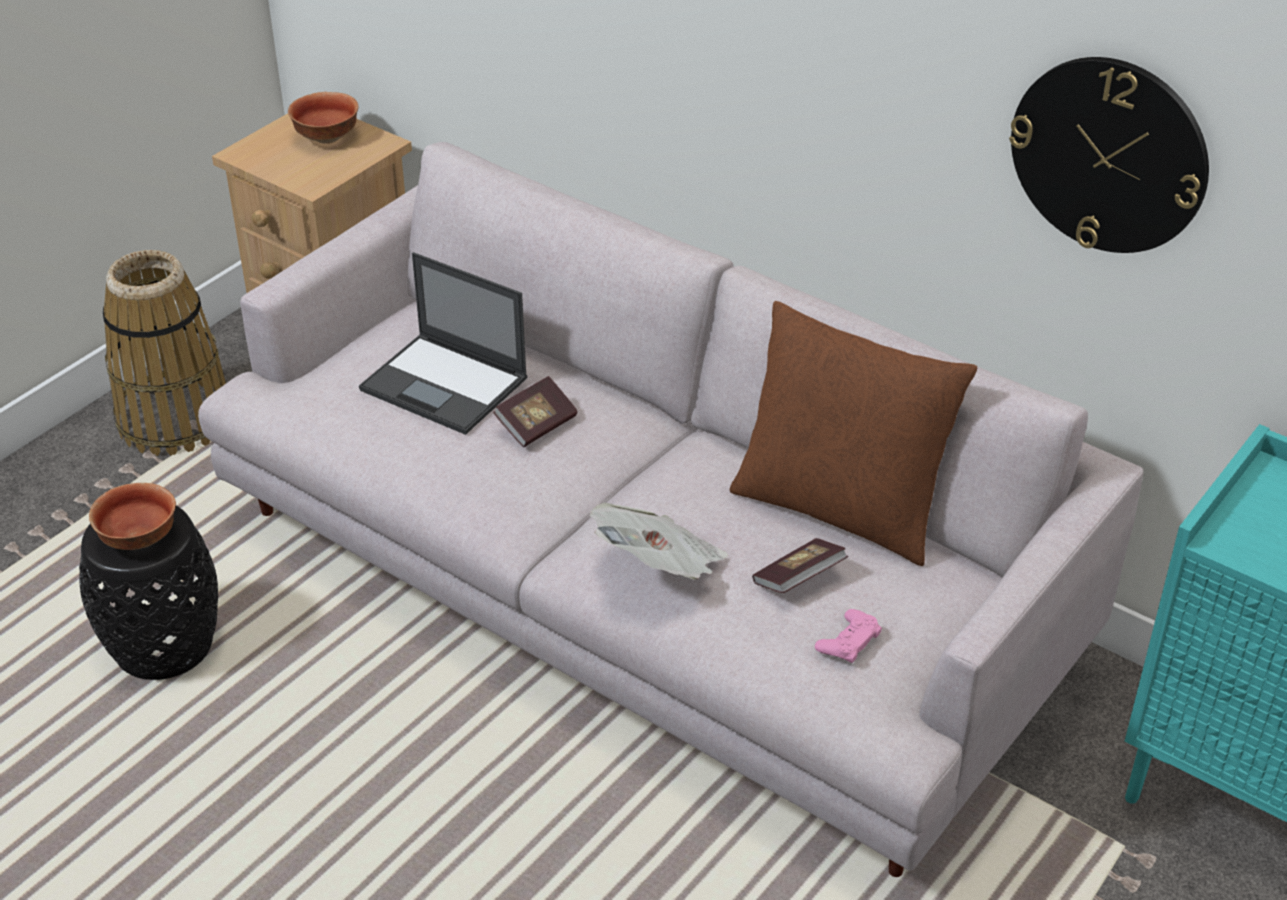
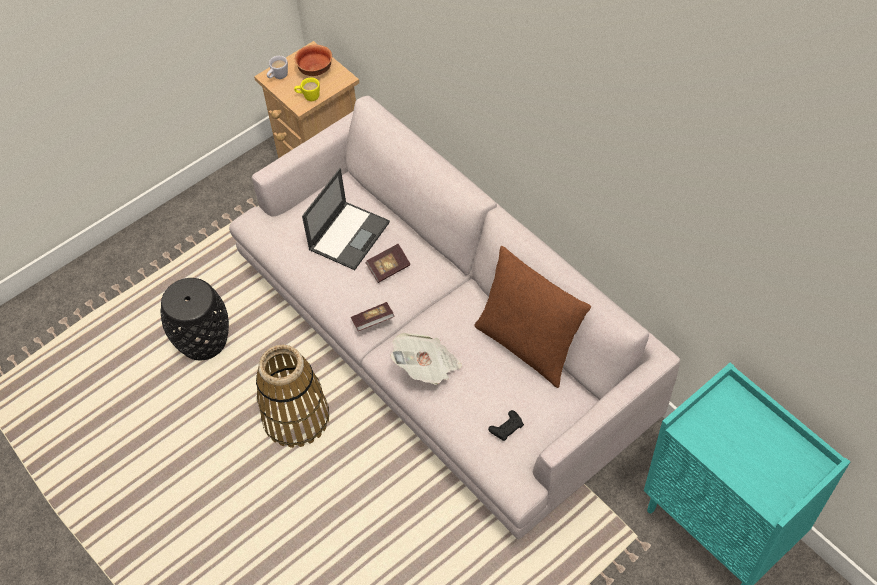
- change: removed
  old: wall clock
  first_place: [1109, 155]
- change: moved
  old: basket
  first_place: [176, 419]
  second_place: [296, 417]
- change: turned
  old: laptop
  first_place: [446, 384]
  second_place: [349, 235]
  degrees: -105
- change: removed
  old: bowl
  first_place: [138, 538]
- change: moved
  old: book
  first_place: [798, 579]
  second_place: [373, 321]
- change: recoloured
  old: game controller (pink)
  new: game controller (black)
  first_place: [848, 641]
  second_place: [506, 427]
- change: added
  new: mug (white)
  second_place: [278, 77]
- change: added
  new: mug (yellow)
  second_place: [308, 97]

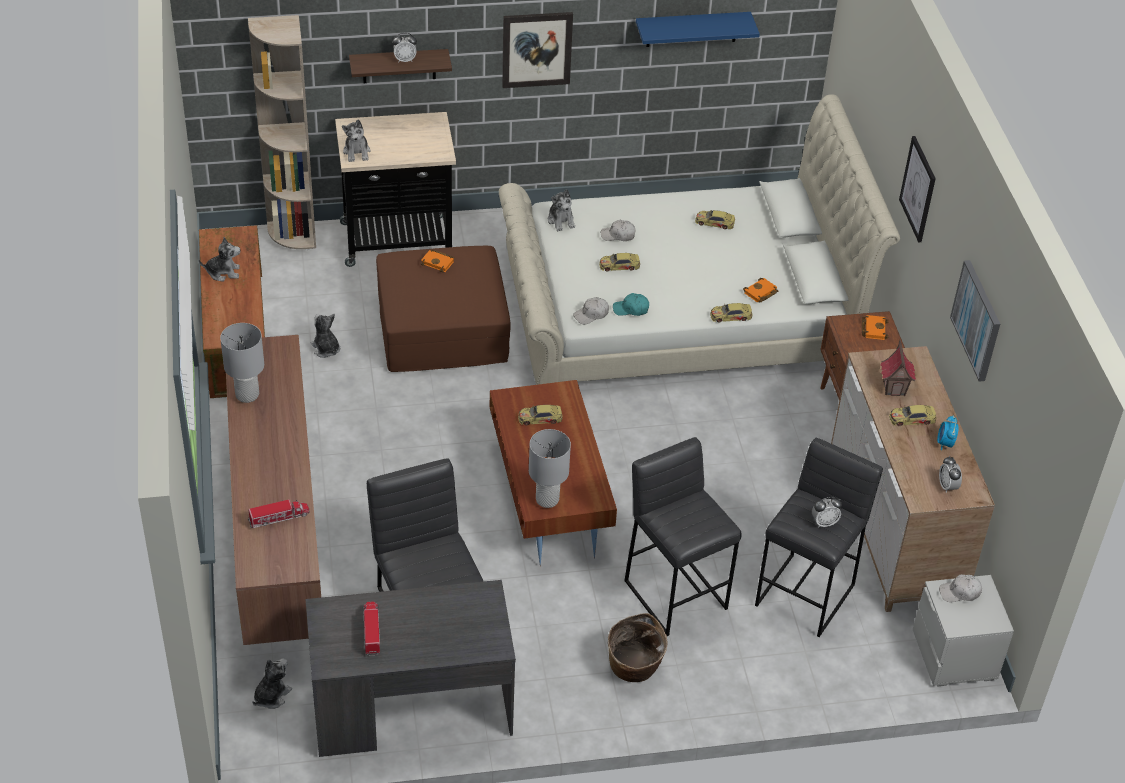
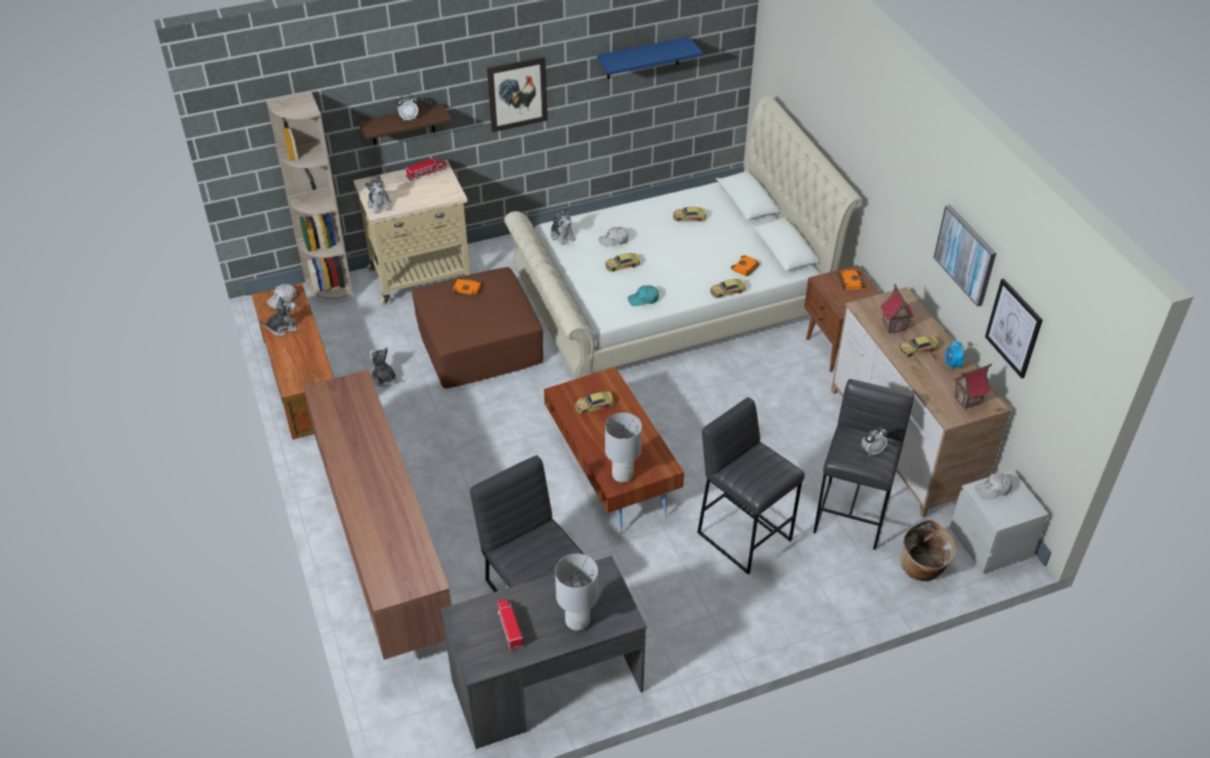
- change: recoloured
  old: cart (black)
  new: cart (beige)
  first_place: [397, 240]
  second_place: [420, 277]
- change: moved
  old: picture
  first_place: [918, 189]
  second_place: [1014, 328]
- change: moved
  old: cap (white)
  first_place: [591, 315]
  second_place: [282, 299]
- change: moved
  old: table lamp (grey)
  first_place: [248, 397]
  second_place: [578, 622]
- change: replaced
  old: alarm clock
  new: toy house
  first_place: [947, 486]
  second_place: [967, 401]
- change: moved
  old: toy truck
  first_place: [278, 518]
  second_place: [427, 173]
- change: moved
  old: basket
  first_place: [634, 669]
  second_place: [922, 569]
- change: removed
  old: plush toy
  first_place: [271, 695]

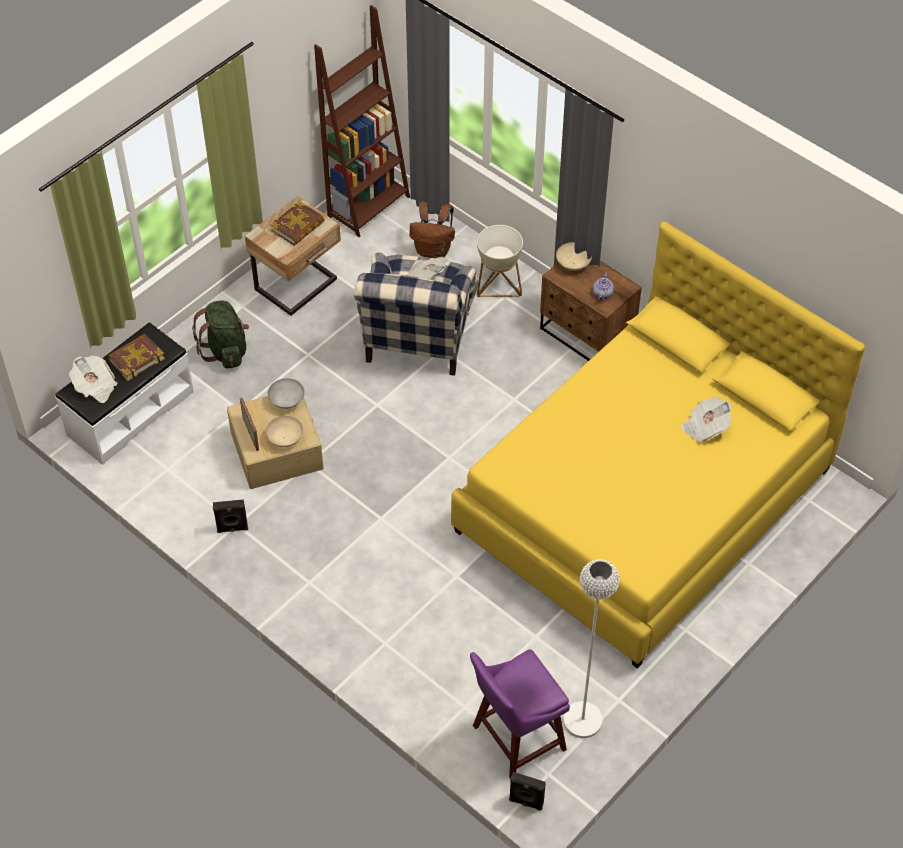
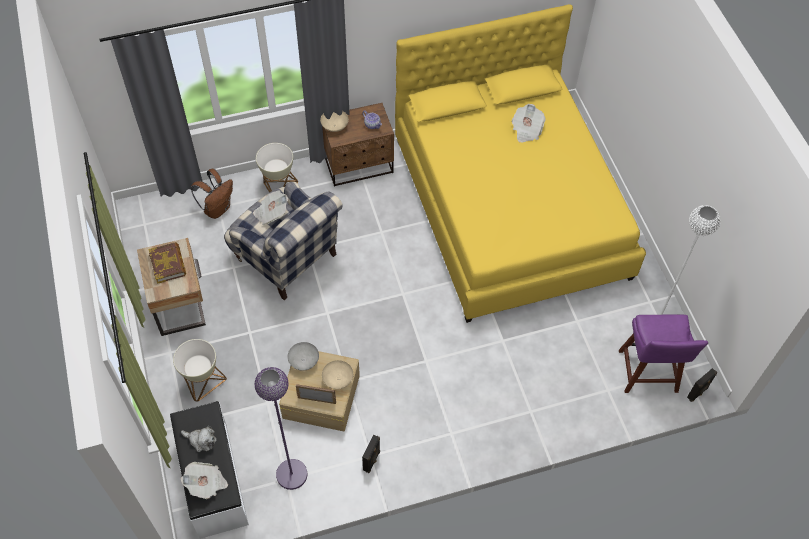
- change: removed
  old: bookcase (brown)
  first_place: [368, 206]
- change: replaced
  old: backpack (green)
  new: planter
  first_place: [226, 350]
  second_place: [203, 384]
- change: replaced
  old: book
  new: plush toy
  first_place: [136, 359]
  second_place: [201, 440]
- change: added
  new: floor lamp (purple)
  second_place: [292, 475]

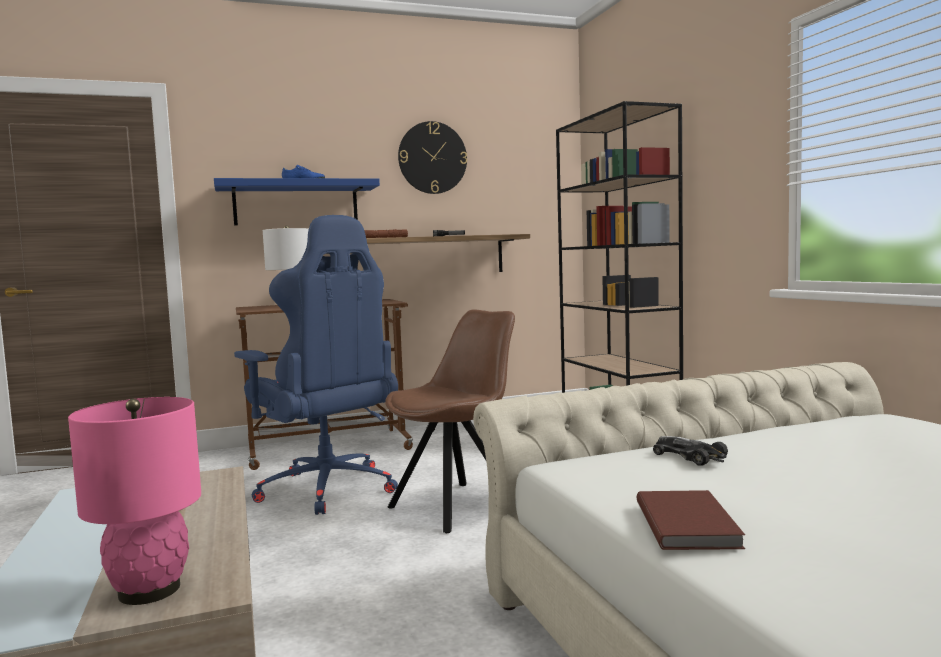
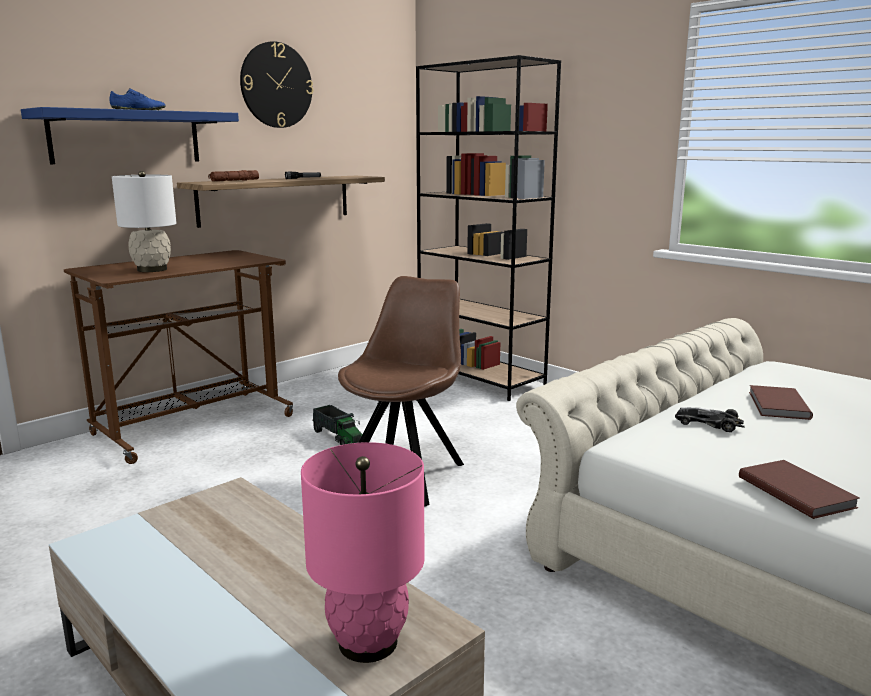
- change: removed
  old: office chair (blue)
  first_place: [326, 489]
- change: added
  new: book (brown)
  second_place: [777, 405]
- change: added
  new: toy truck
  second_place: [338, 438]

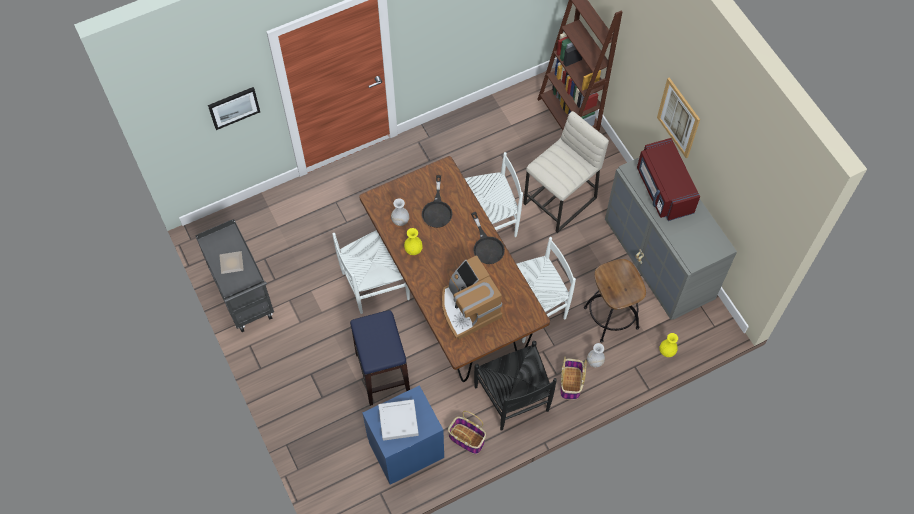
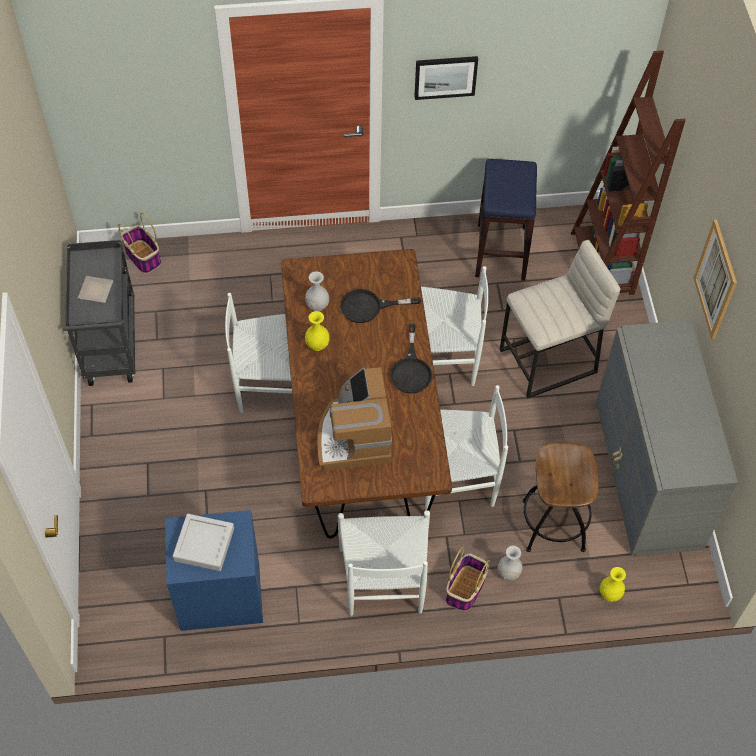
- change: moved
  old: picture
  first_place: [233, 107]
  second_place: [445, 76]
- change: removed
  old: microwave (red)
  first_place: [663, 190]
- change: turned
  old: frying pan (black)
  first_place: [437, 210]
  second_place: [369, 307]
  degrees: 60
- change: moved
  old: stool
  first_place: [382, 374]
  second_place: [501, 252]
- change: recoloured
  old: chair (black)
  new: chair (white)
  first_place: [514, 398]
  second_place: [384, 581]
- change: moved
  old: basket
  first_place: [467, 439]
  second_place: [143, 257]

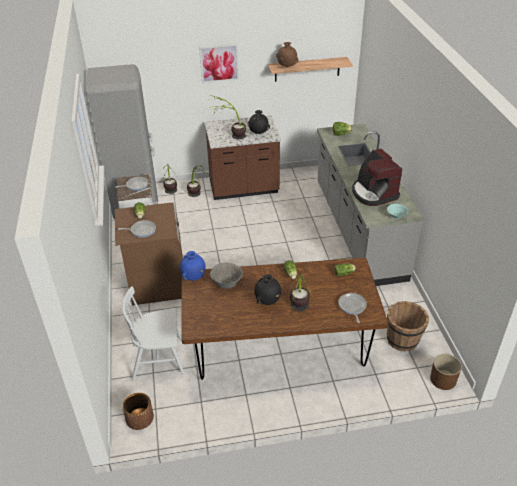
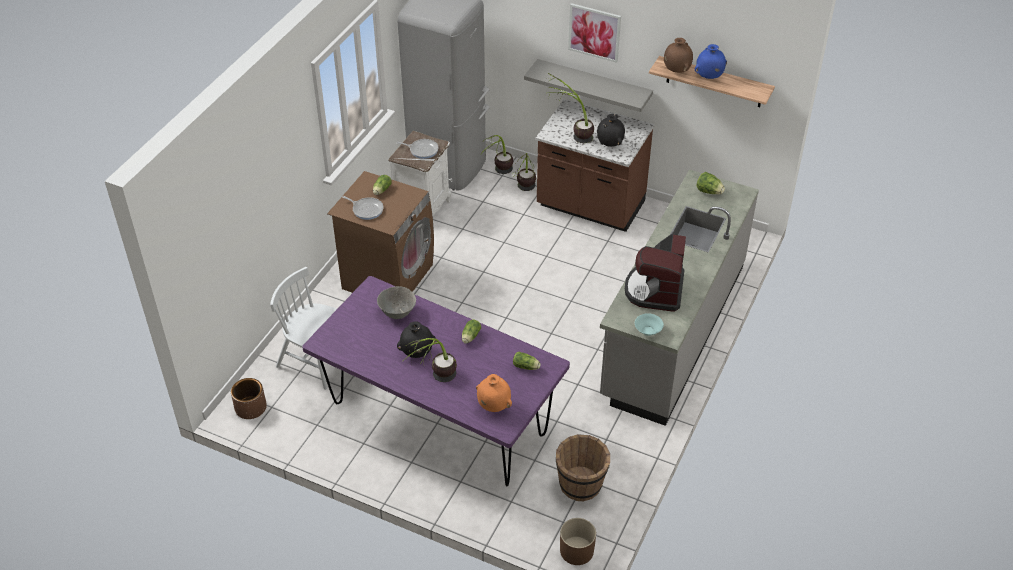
- change: moved
  old: vase (blue)
  first_place: [193, 277]
  second_place: [708, 77]
- change: recoloured
  old: dining table (brown)
  new: dining table (purple)
  first_place: [279, 351]
  second_place: [438, 419]
- change: replaced
  old: frying pan
  new: vase (orange)
  first_place: [352, 307]
  second_place: [493, 406]
- change: added
  new: shelf (grey)
  second_place: [593, 85]

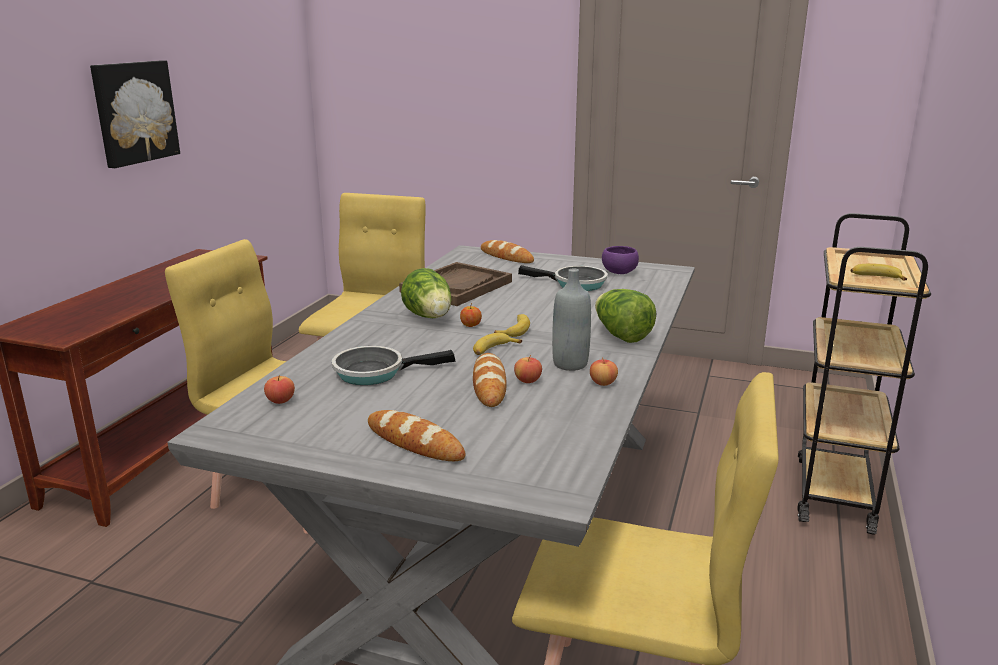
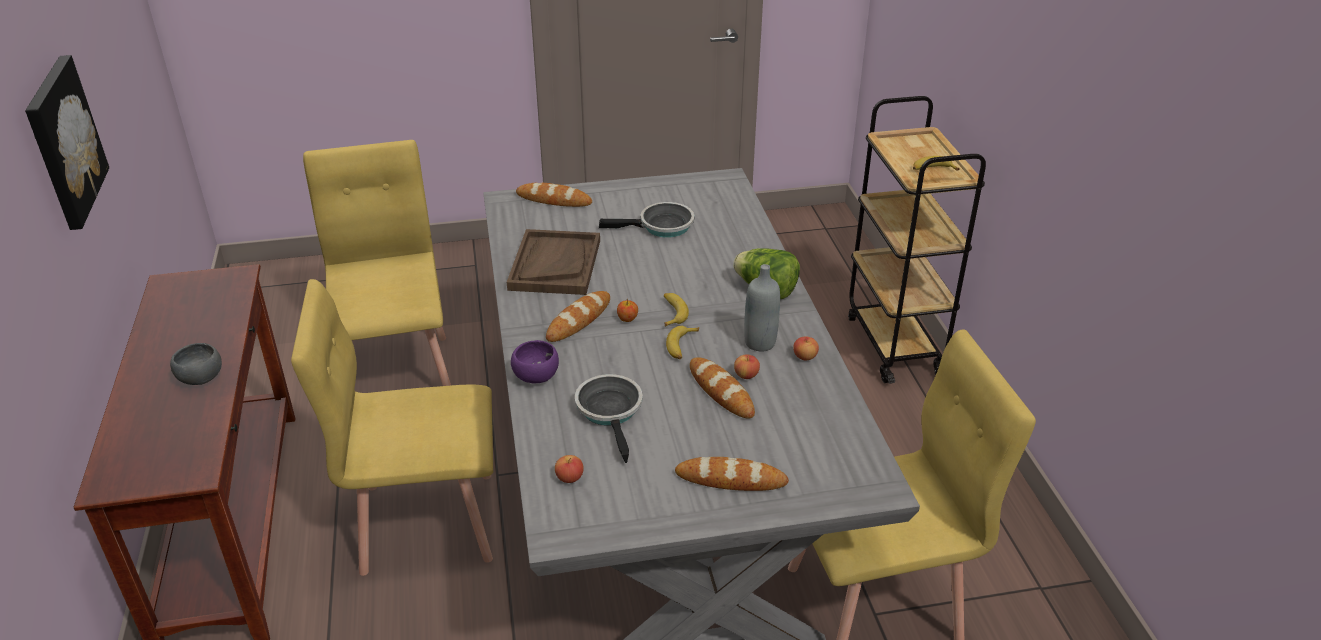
- change: moved
  old: bowl (purple)
  first_place: [619, 273]
  second_place: [537, 377]
- change: replaced
  old: lettuce
  new: bread
  first_place: [430, 317]
  second_place: [579, 320]
- change: turned
  old: frying pan
  first_place: [375, 372]
  second_place: [611, 412]
  degrees: 120
- change: added
  new: bowl (grey)
  second_place: [201, 379]

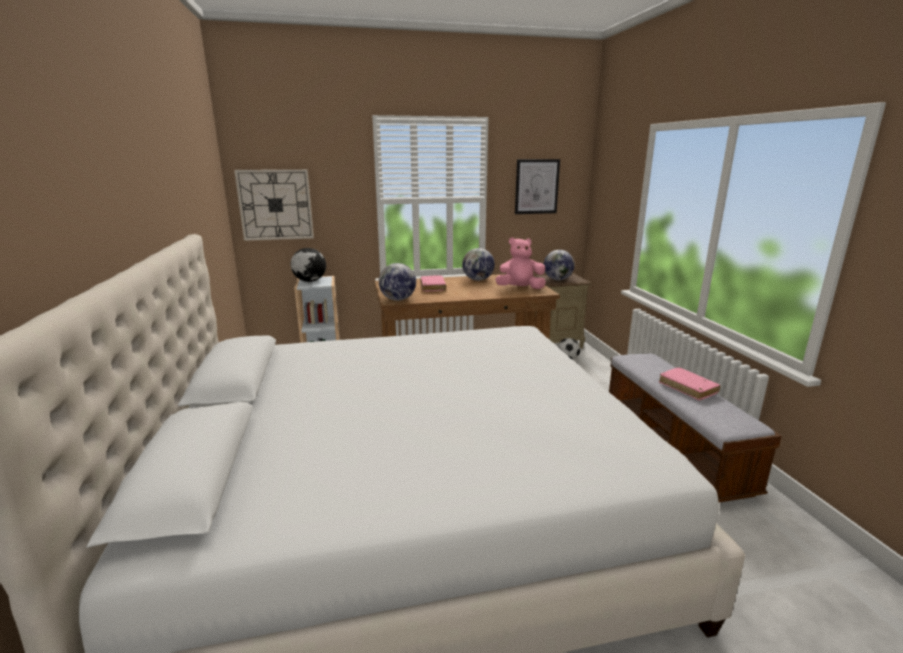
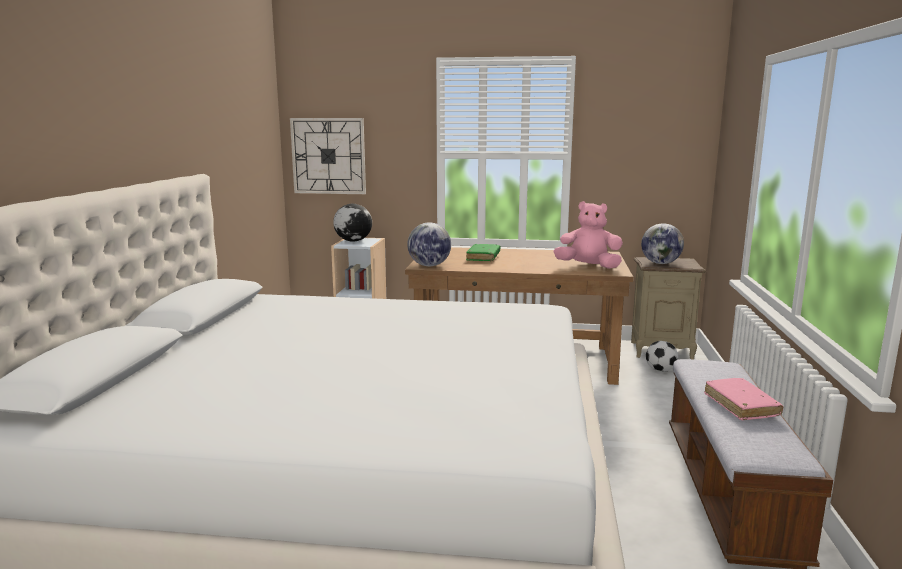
- change: removed
  old: picture
  first_place: [536, 186]
- change: removed
  old: globe
  first_place: [478, 280]
- change: recoloured
  old: book (pink)
  new: book (green)
  first_place: [433, 287]
  second_place: [483, 257]

